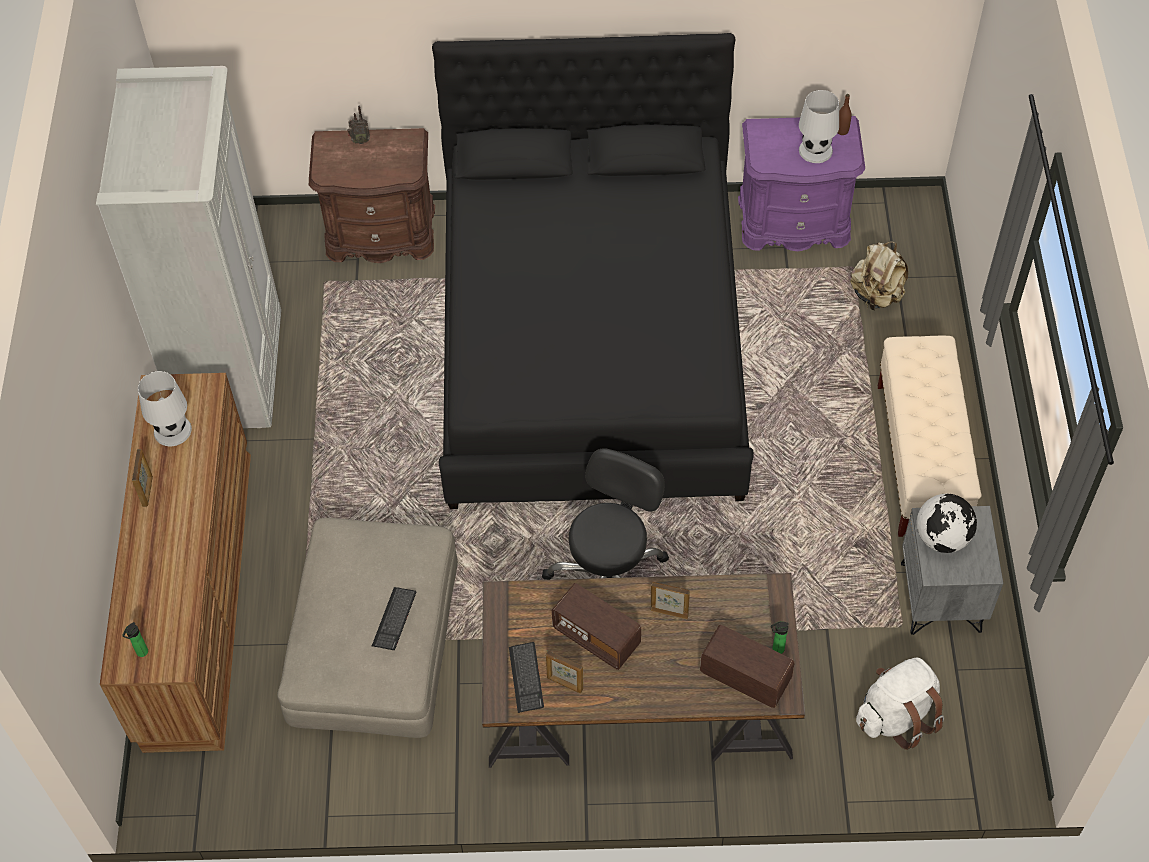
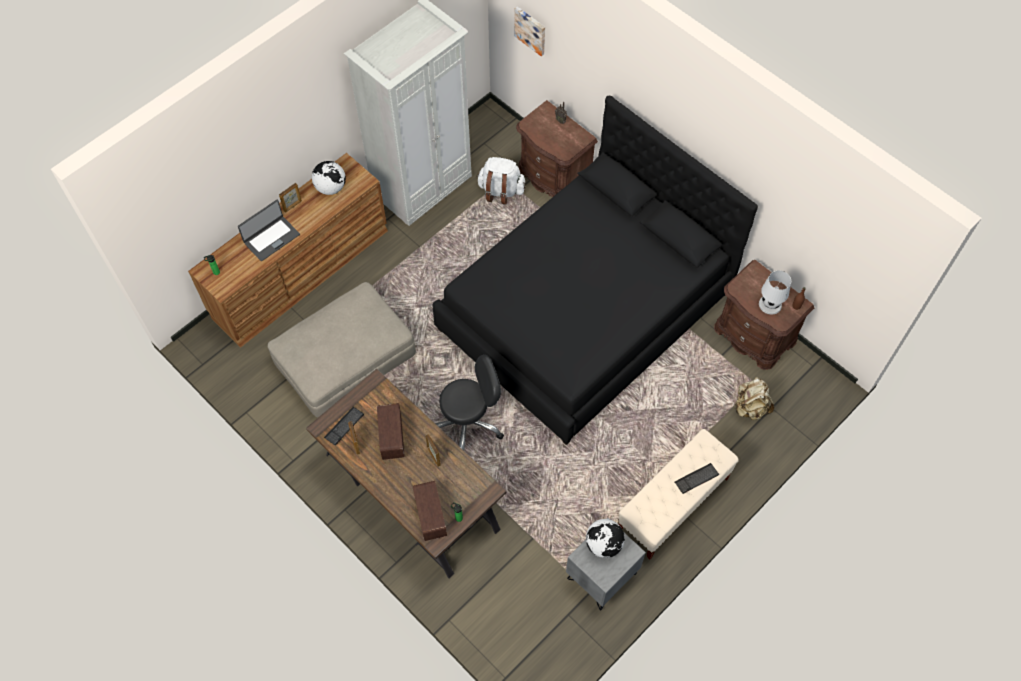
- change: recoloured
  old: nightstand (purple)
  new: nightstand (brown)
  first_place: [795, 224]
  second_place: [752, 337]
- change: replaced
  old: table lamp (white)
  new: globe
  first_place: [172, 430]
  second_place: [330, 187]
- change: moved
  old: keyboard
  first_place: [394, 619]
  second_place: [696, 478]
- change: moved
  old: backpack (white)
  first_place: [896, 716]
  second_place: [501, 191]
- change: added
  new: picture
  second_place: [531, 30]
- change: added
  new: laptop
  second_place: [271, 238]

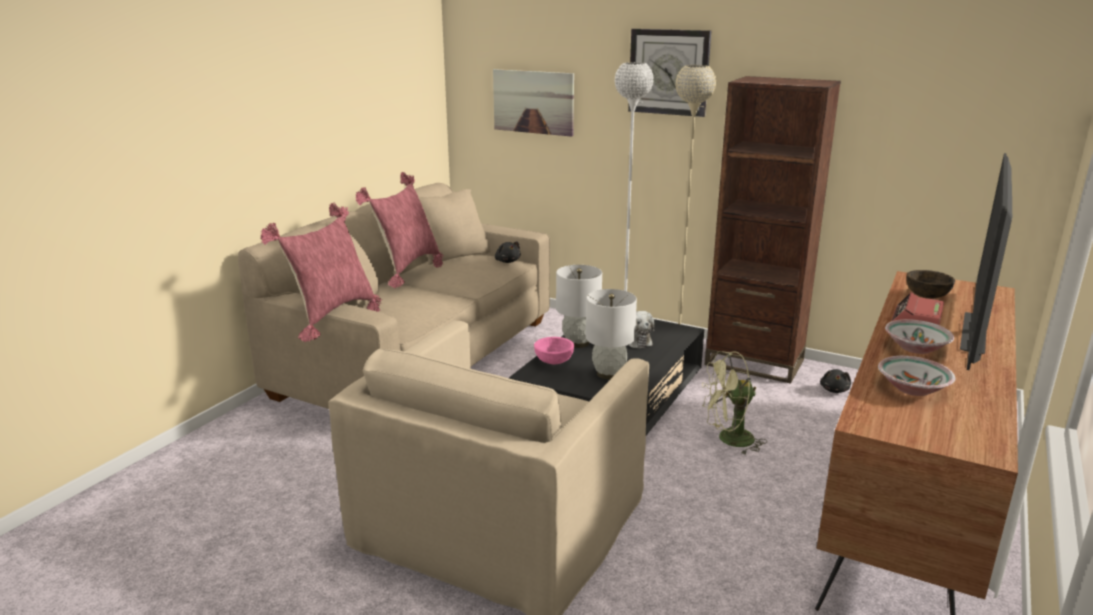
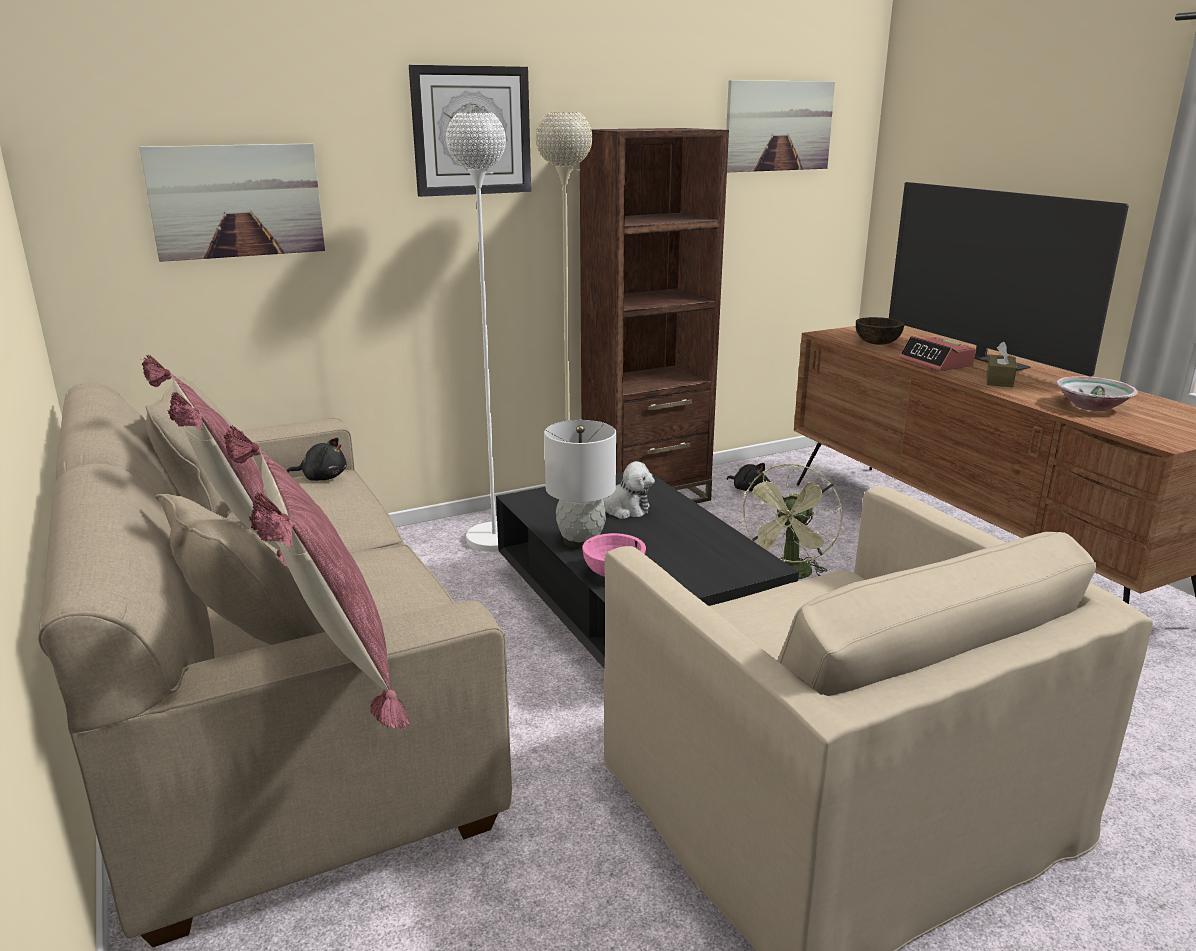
- change: removed
  old: table lamp (white)
  first_place: [609, 374]
- change: replaced
  old: bowl
  new: tissue box (brown)
  first_place: [916, 348]
  second_place: [999, 380]
- change: added
  new: picture
  second_place: [778, 126]

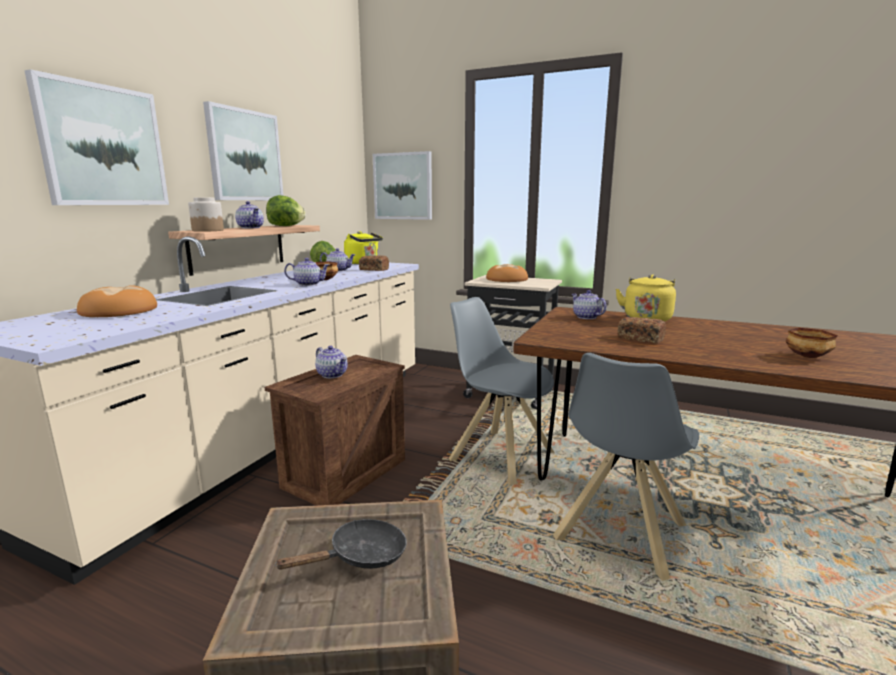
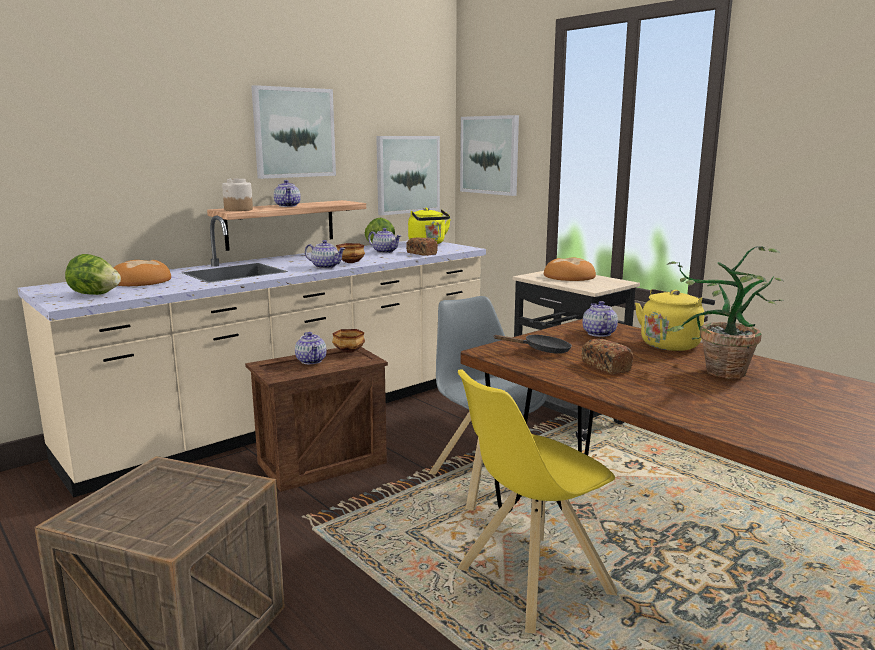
- change: moved
  old: picture
  first_place: [103, 146]
  second_place: [407, 174]
- change: moved
  old: lettuce
  first_place: [286, 226]
  second_place: [94, 294]
- change: moved
  old: bowl
  first_place: [807, 356]
  second_place: [349, 351]
- change: recoloured
  old: chair (grey)
  new: chair (yellow)
  first_place: [618, 533]
  second_place: [530, 581]
- change: moved
  old: frying pan (black)
  first_place: [361, 556]
  second_place: [542, 351]
- change: added
  new: potted plant
  second_place: [716, 374]

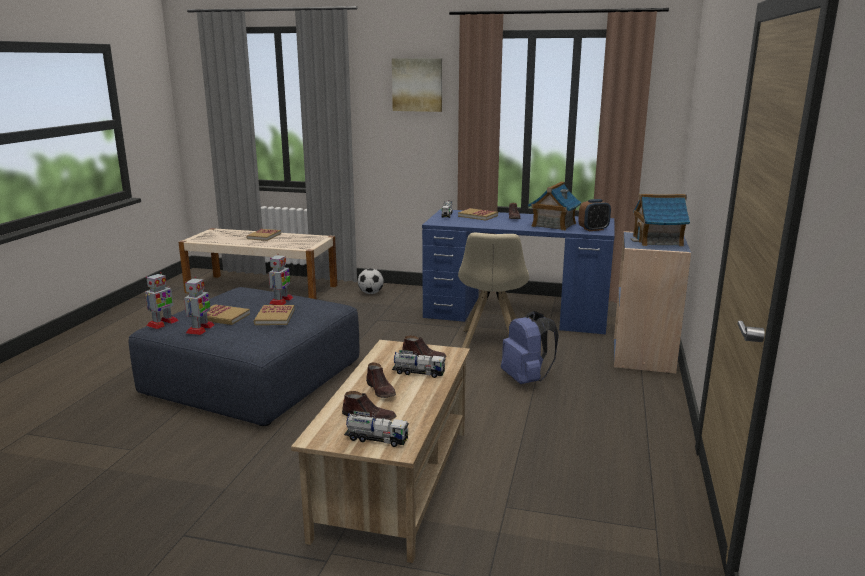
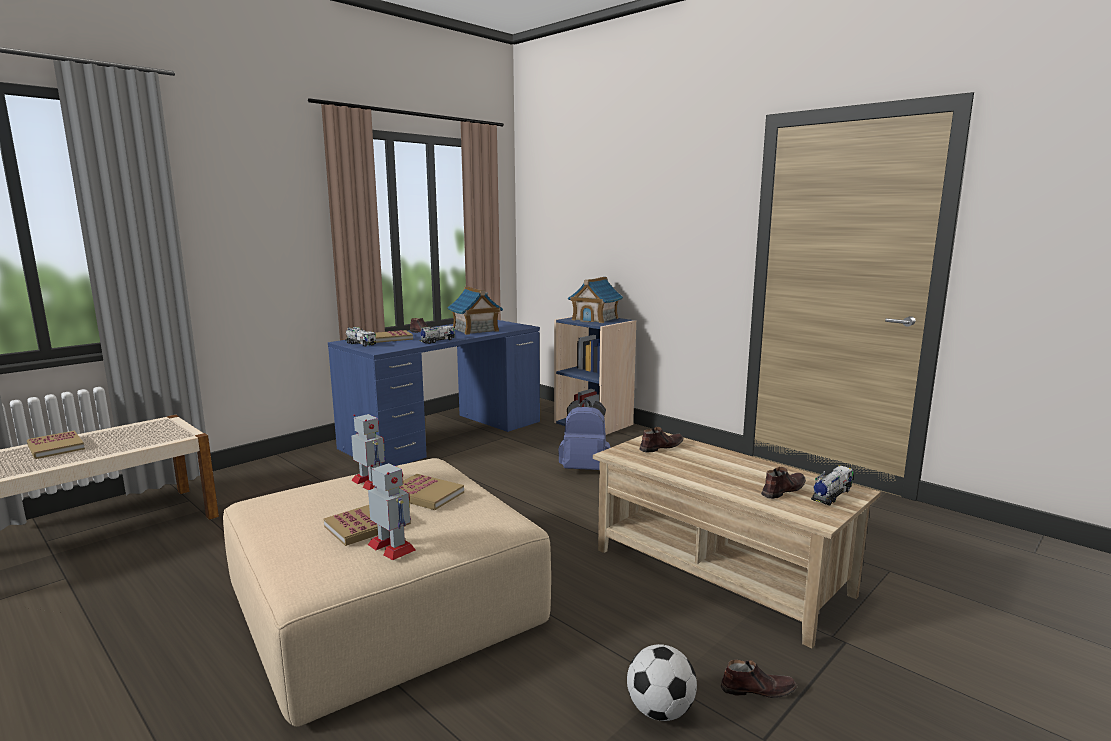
- change: removed
  old: picture
  first_place: [417, 85]
- change: removed
  old: alarm clock
  first_place: [593, 229]
- change: removed
  old: chair (beige)
  first_place: [491, 344]
- change: moved
  old: football
  first_place: [371, 293]
  second_place: [660, 711]
- change: removed
  old: toy robot
  first_place: [162, 323]
- change: recoloured
  old: ottoman (blue)
  new: ottoman (beige)
  first_place: [253, 377]
  second_place: [383, 607]
- change: moved
  old: toy truck
  first_place: [418, 373]
  second_place: [437, 341]
- change: moved
  old: shoe (brown)
  first_place: [381, 390]
  second_place: [757, 689]

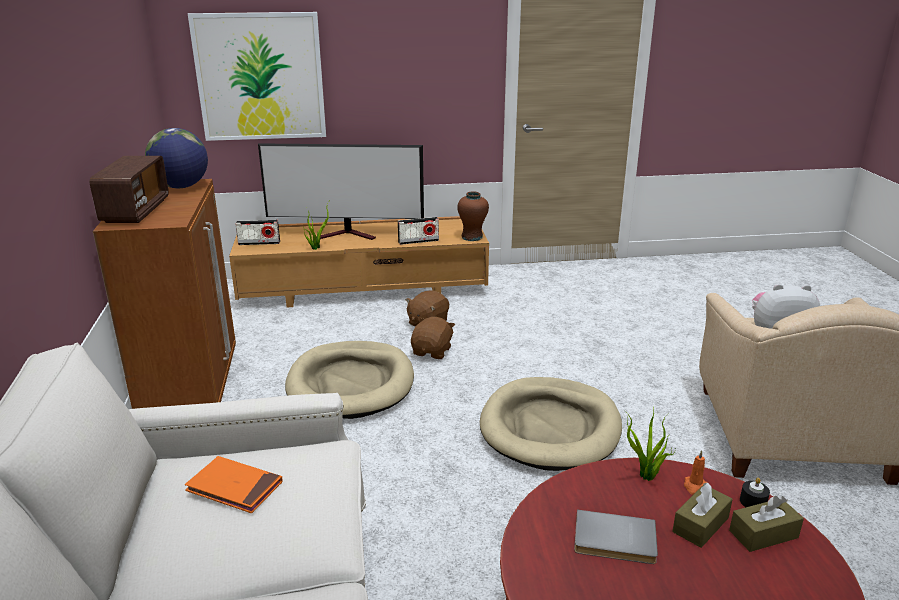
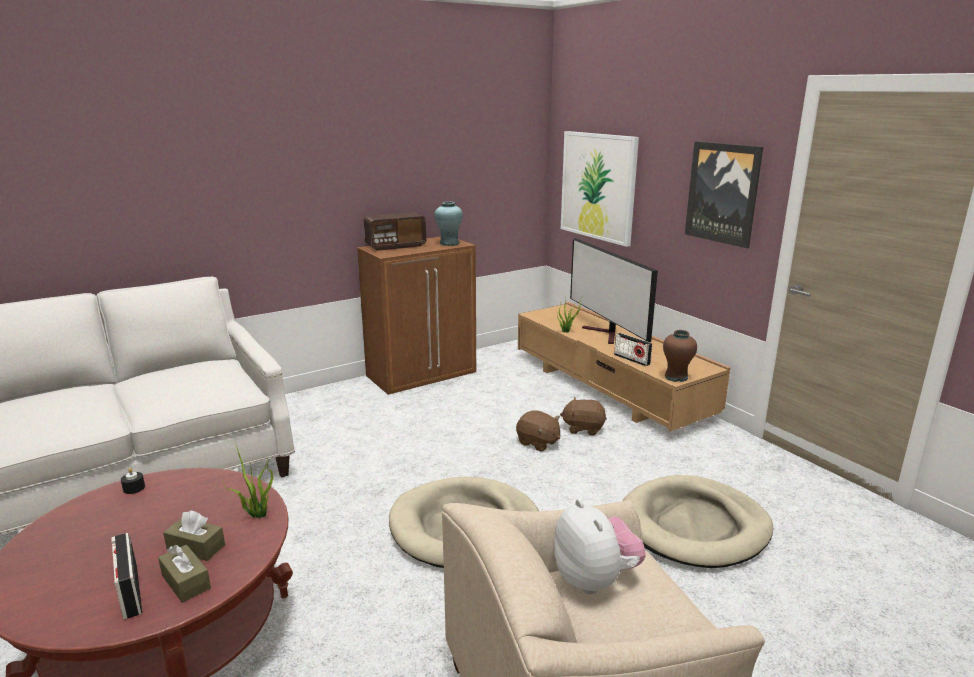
- change: replaced
  old: globe
  new: vase (turquoise)
  first_place: [181, 187]
  second_place: [449, 243]
- change: moved
  old: radio
  first_place: [259, 243]
  second_place: [130, 592]
- change: turned
  old: plush toy (brown)
  first_place: [432, 351]
  second_place: [538, 443]
  degrees: 45
- change: moved
  old: dog bed (beige)
  first_place: [351, 384]
  second_place: [694, 526]
- change: removed
  old: candle (orange)
  first_place: [694, 486]
- change: removed
  old: book (orange)
  first_place: [234, 487]
- change: moved
  old: candle (black)
  first_place: [753, 502]
  second_place: [134, 488]
- change: removed
  old: book (grey)
  first_place: [614, 541]
- change: added
  new: picture
  second_place: [723, 193]

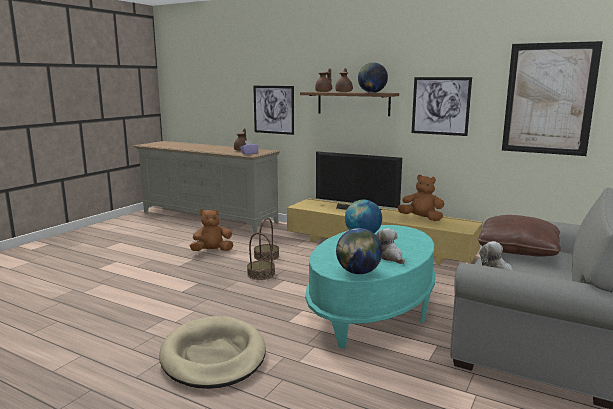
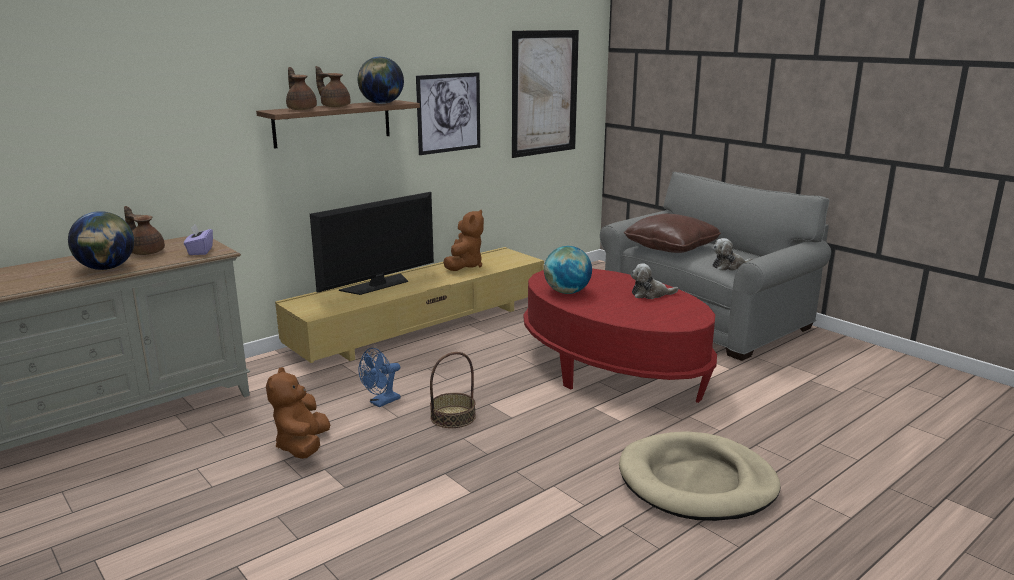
- change: removed
  old: picture
  first_place: [273, 109]
- change: turned
  old: plush toy (brown)
  first_place: [421, 218]
  second_place: [464, 266]
  degrees: 150
- change: replaced
  old: basket
  new: fan (blue)
  first_place: [266, 256]
  second_place: [381, 402]
- change: recoloured
  old: coffee table (turquoise)
  new: coffee table (red)
  first_place: [372, 309]
  second_place: [612, 369]
- change: moved
  old: globe
  first_place: [358, 272]
  second_place: [106, 268]

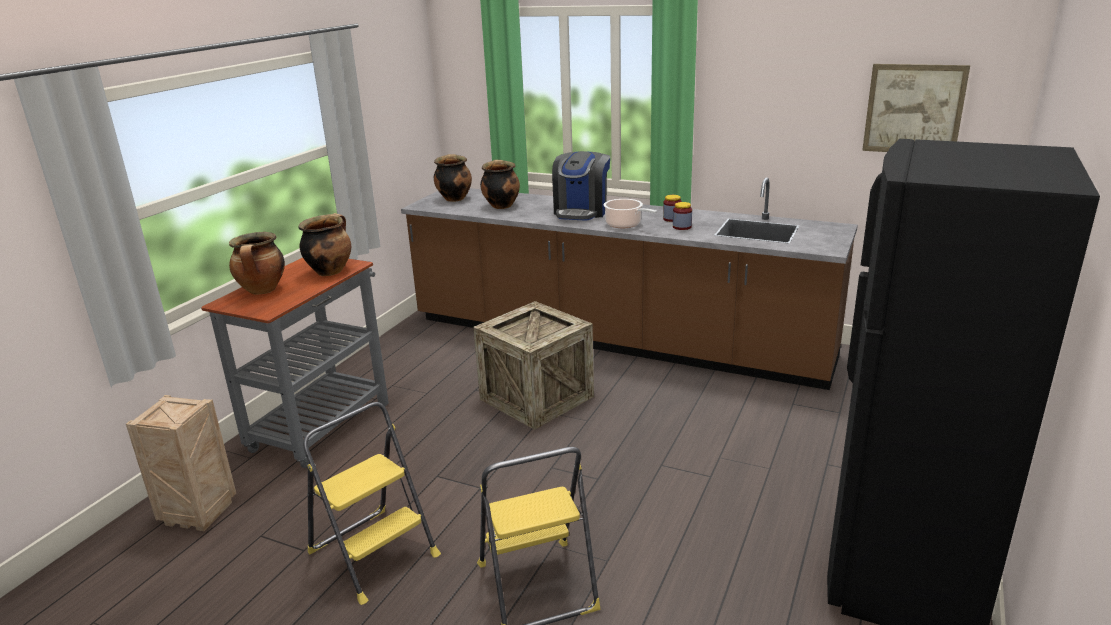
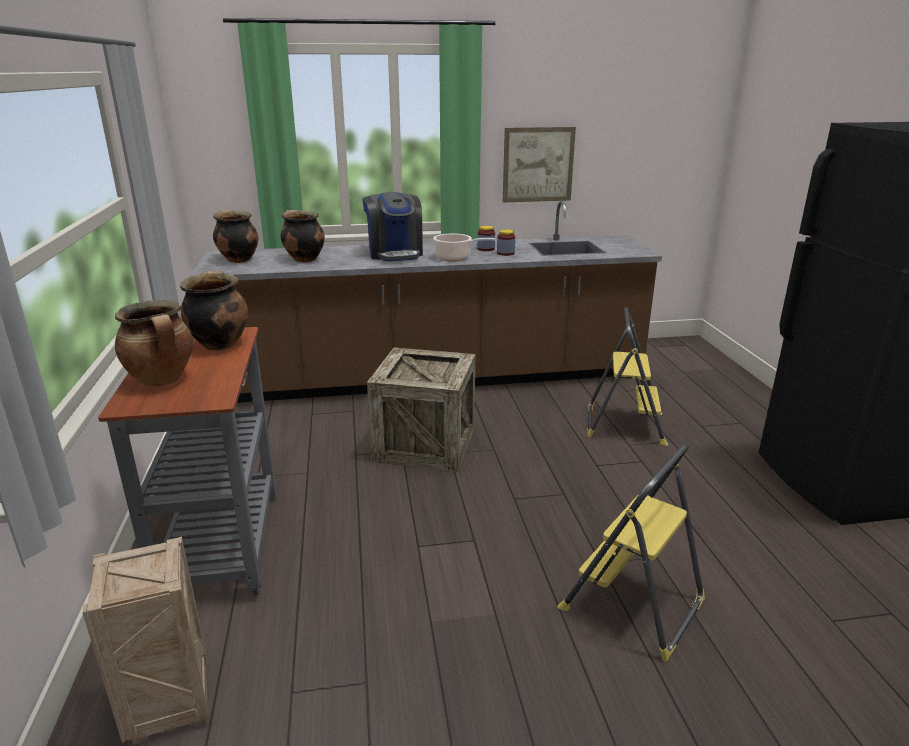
- change: moved
  old: picture
  first_place: [914, 109]
  second_place: [538, 164]
- change: moved
  old: step ladder (yellow)
  first_place: [371, 550]
  second_place: [621, 424]

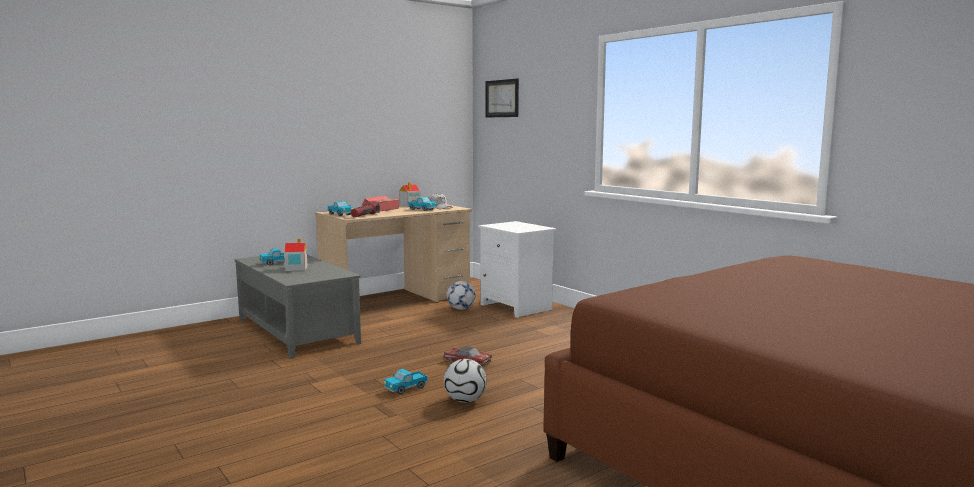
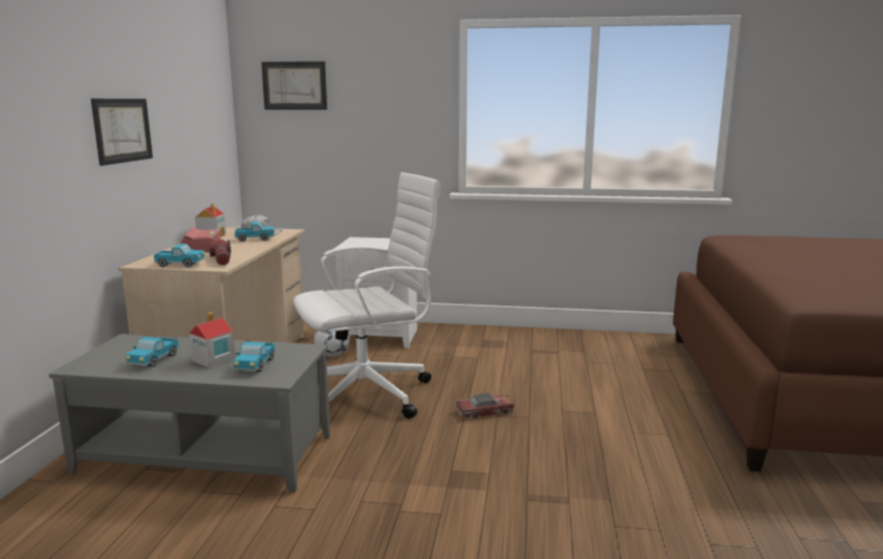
- change: removed
  old: football
  first_place: [465, 400]
- change: moved
  old: toy truck
  first_place: [405, 389]
  second_place: [255, 366]
- change: added
  new: picture
  second_place: [122, 130]
- change: added
  new: office chair (white)
  second_place: [369, 394]

